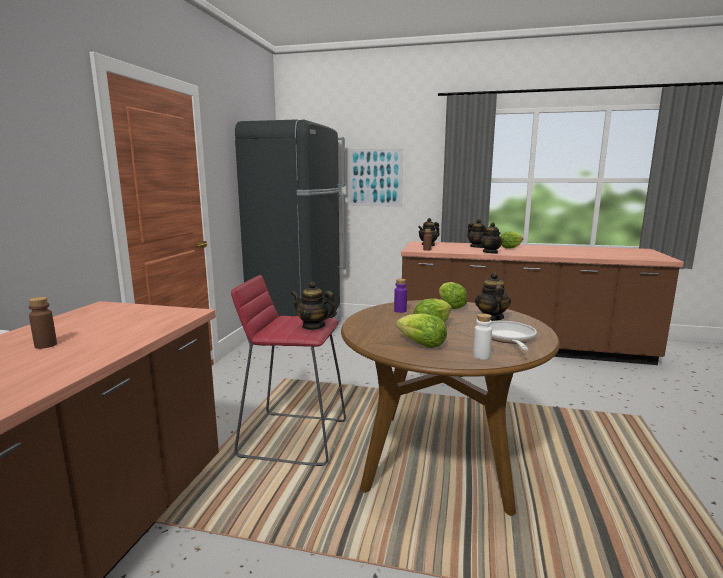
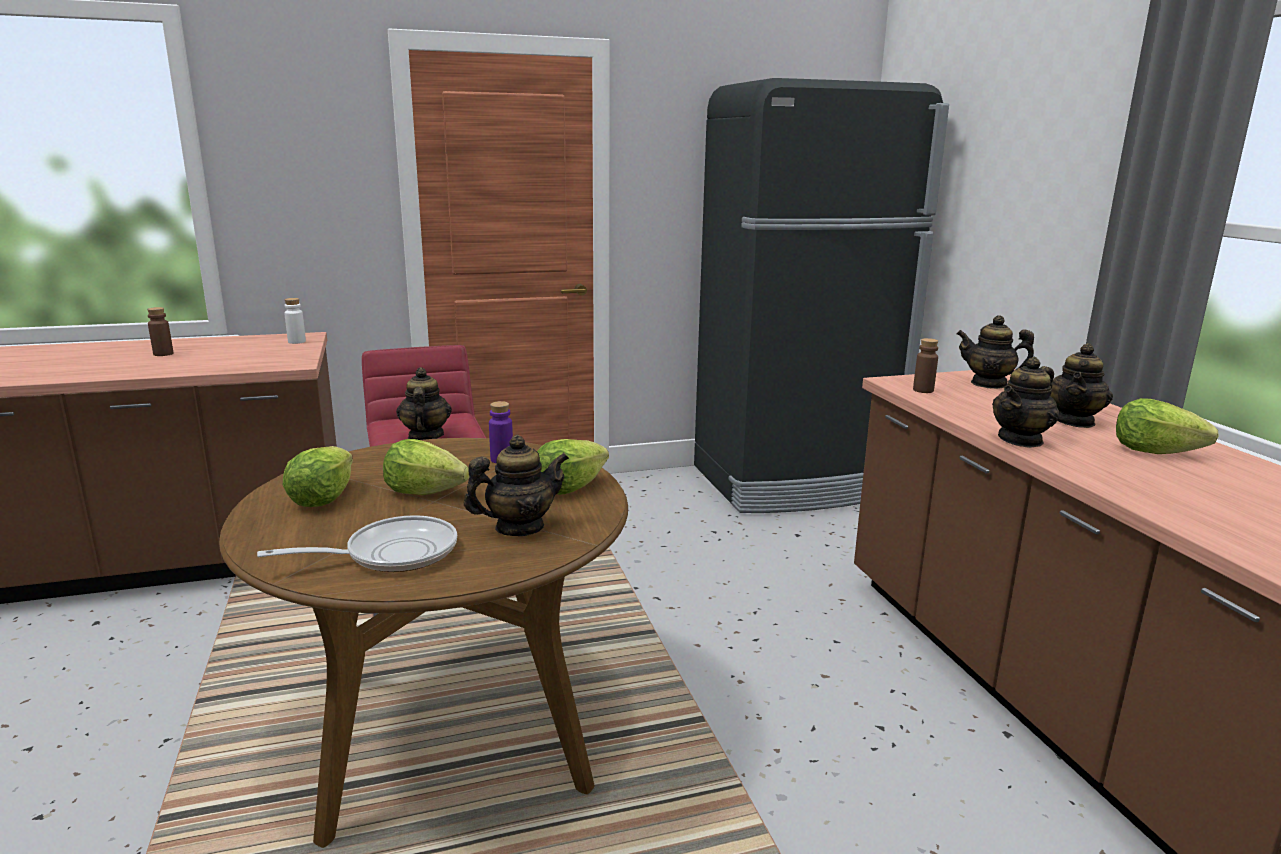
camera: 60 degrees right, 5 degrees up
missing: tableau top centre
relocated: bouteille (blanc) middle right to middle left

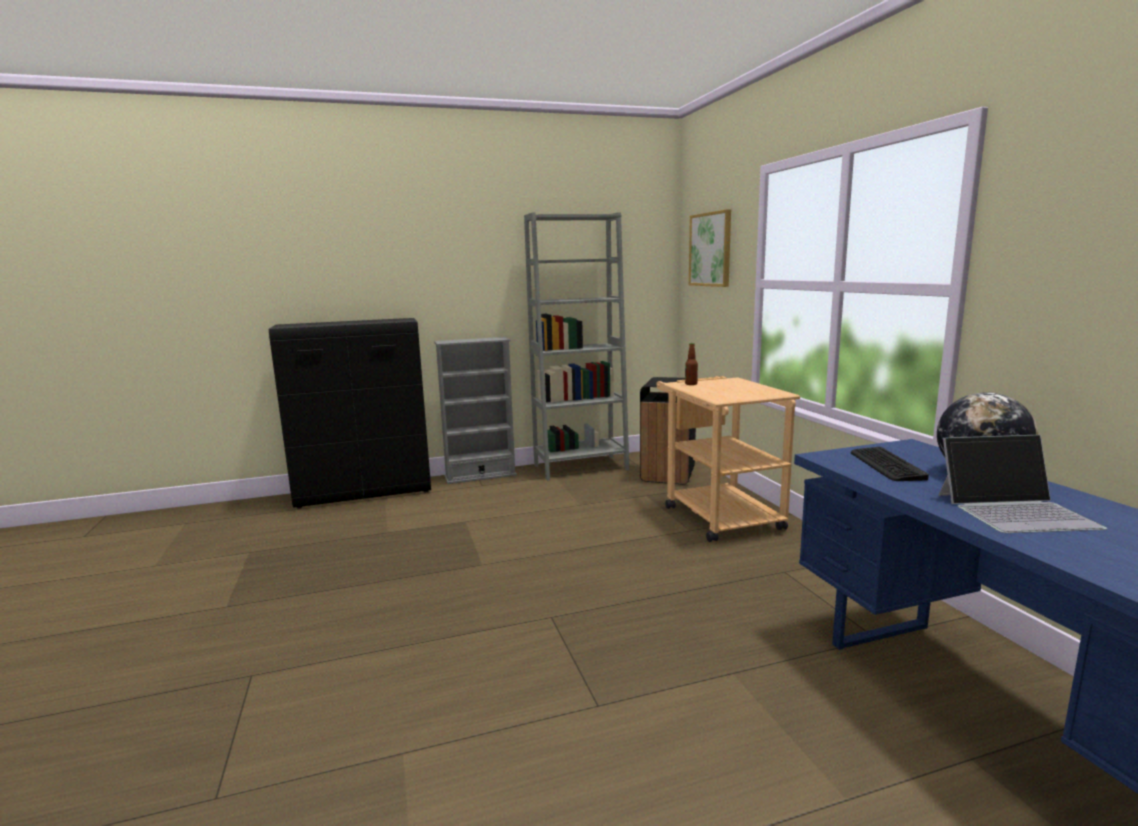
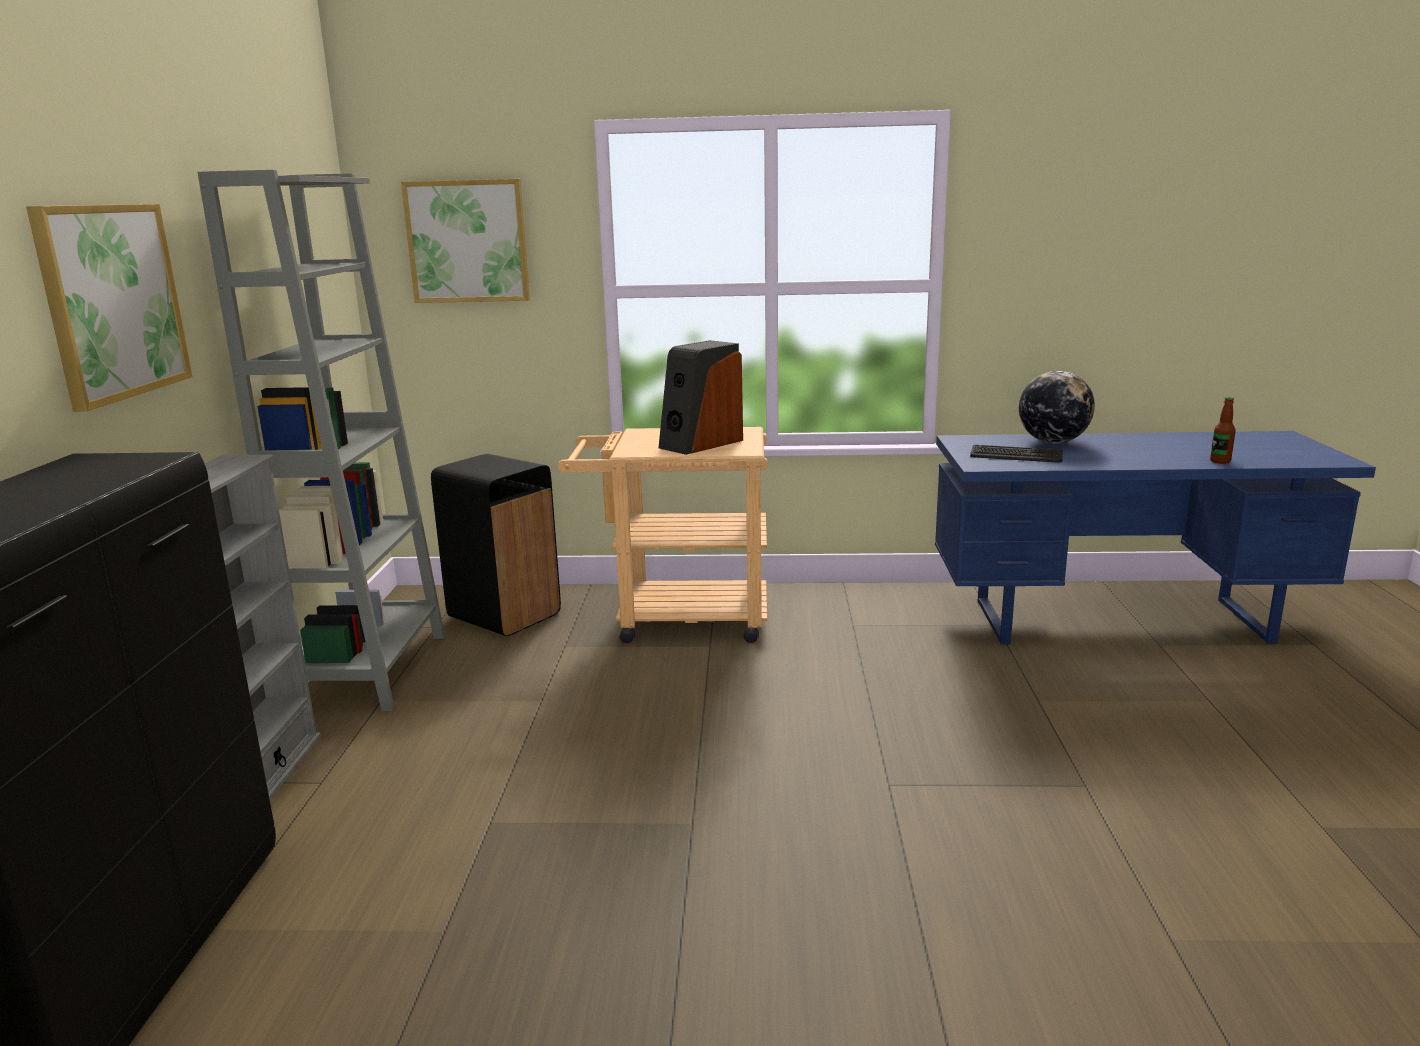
camera: 70 degrees left, 5 degrees up
missing: ordinateur portable middle right
appeared: tableau (no. 1 from left) top left; enceinte centre
relocated: bouteille centre to middle right

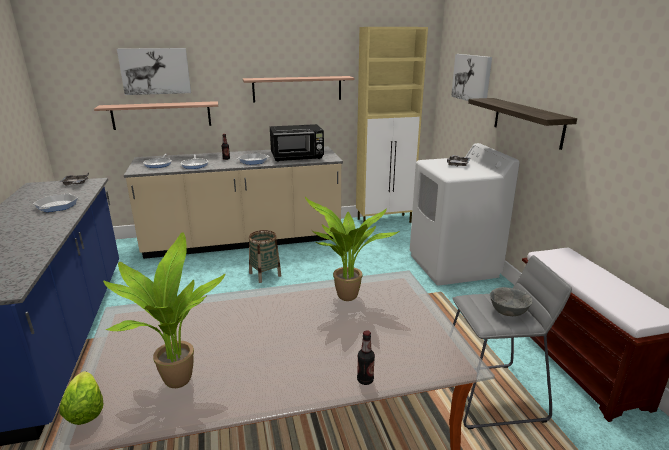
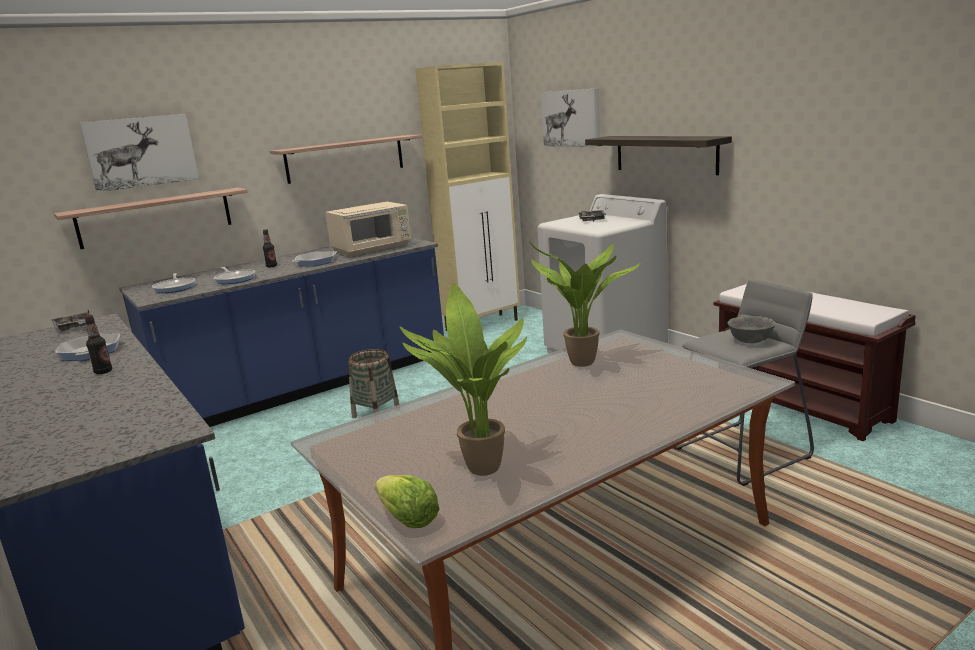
camera: 20 degrees left, 5 degrees down
relocated: bouteille (no. 2 from left in the first image) bottom centre to bouteille (no. 1 from left) middle left
colour: comptoir de cuisine (beige) centre to comptoir de cuisine (bleu) (no. 2 from left) middle left; micro-ondes (noir) top centre to micro-ondes (beige) centre

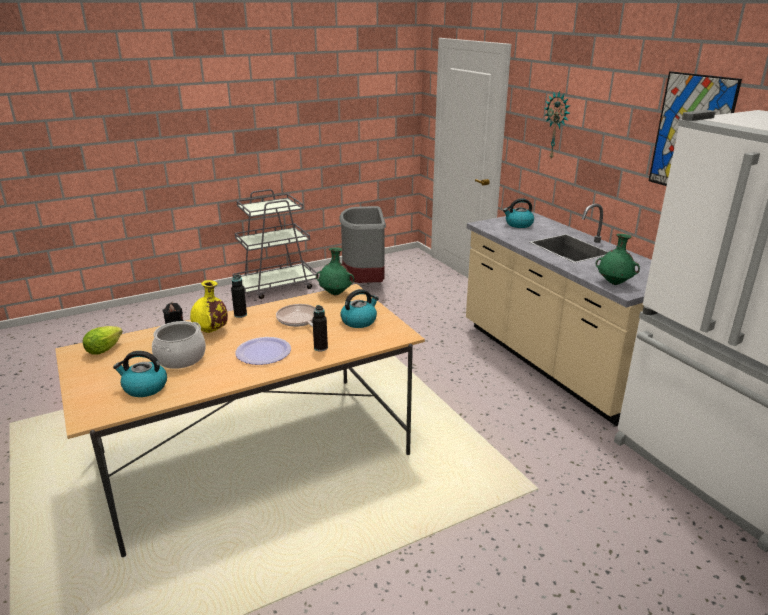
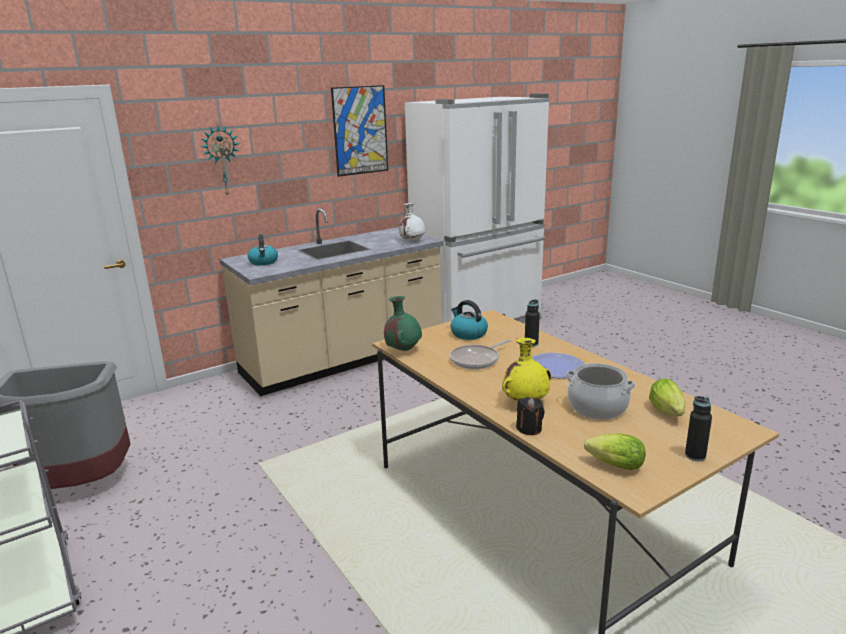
camera: 95 degrees left, 5 degrees down
relocated: bouteille (noir) (no. 1 from left in the first image) middle left to bouteille (noir) (no. 2 from left) bottom right
exchanged: bouilloire (no. 1 from left) middle left to laitue (no. 2 from left) middle right
colour: vase (vert) (no. 2 from left) middle right to vase (blanc) centre

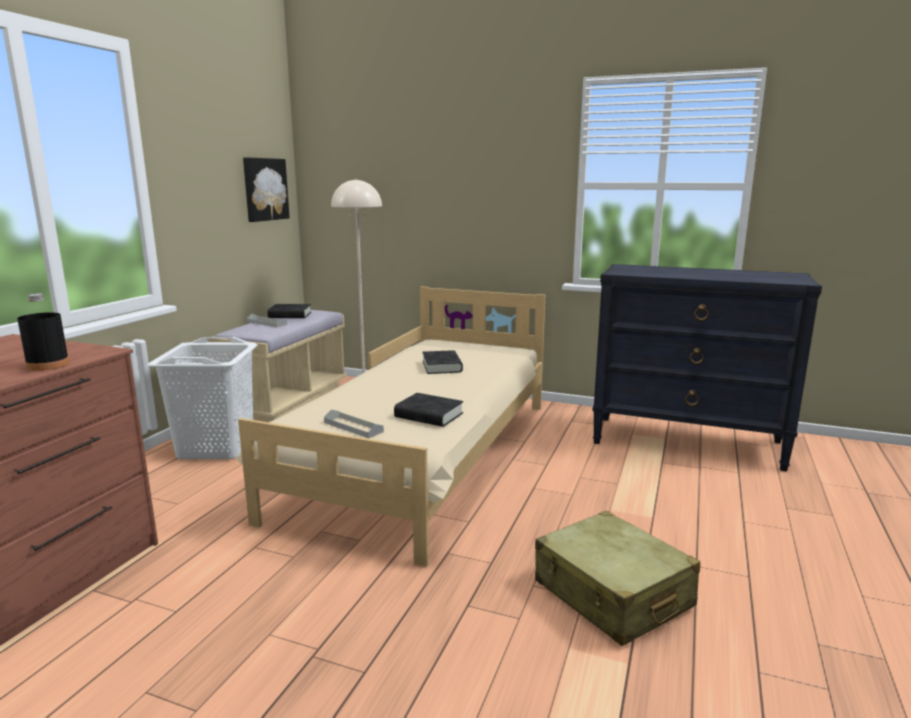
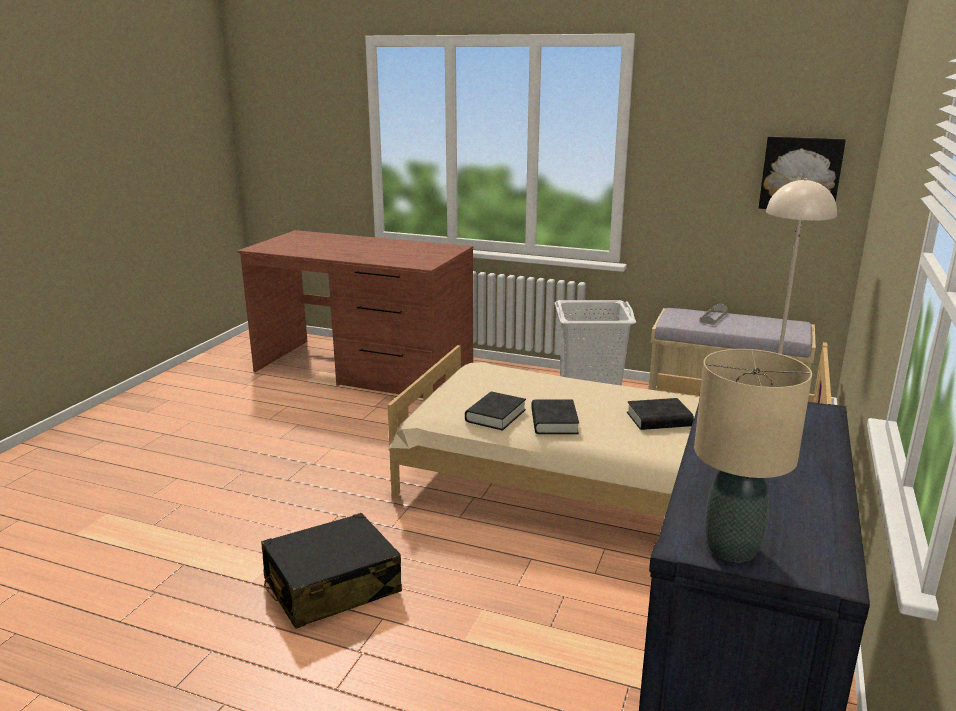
camera: 90 degrees right, 5 degrees up
missing: bouteille (noir) middle left; plateau (gris) (no. 2 from left) centre
appeared: lampe de table (beige) middle right
relocated: livre (noir) (no. 1 from left in the first image) middle left to livre (noir) (no. 2 from left) centre
colour: valise (beige) bottom right to valise (noir) bottom centre

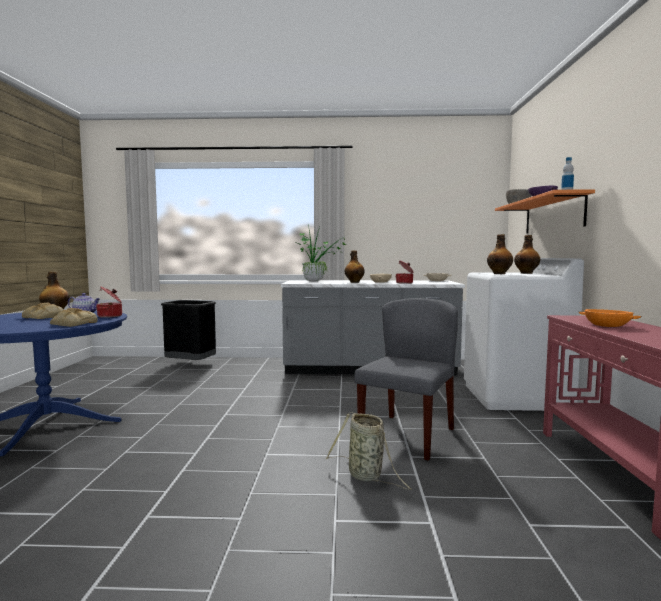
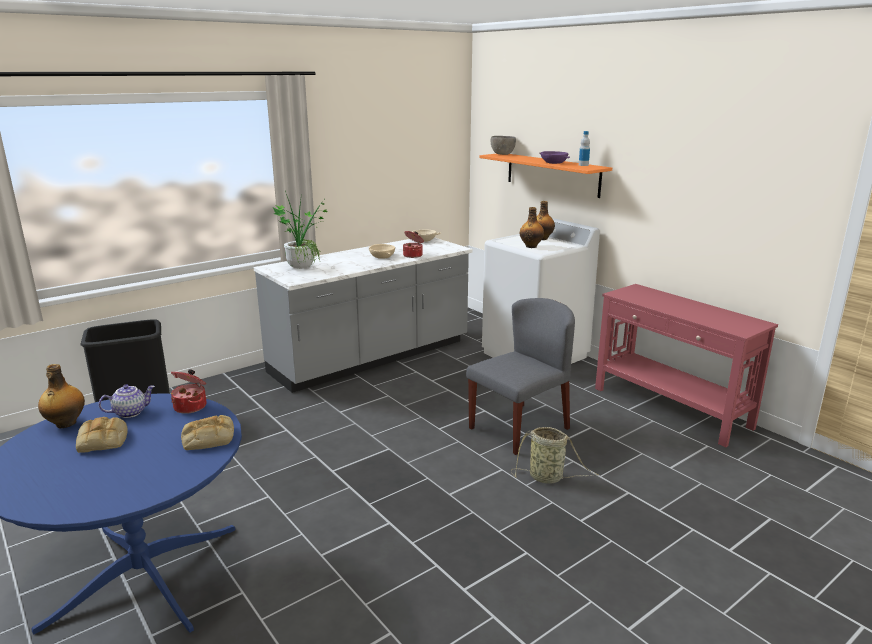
camera: 40 degrees left, 15 degrees up
missing: bouteille (no. 2 from left) centre; bol (orange) middle right
spun: chaise (gris) centre = centre 60 degrees clockwise

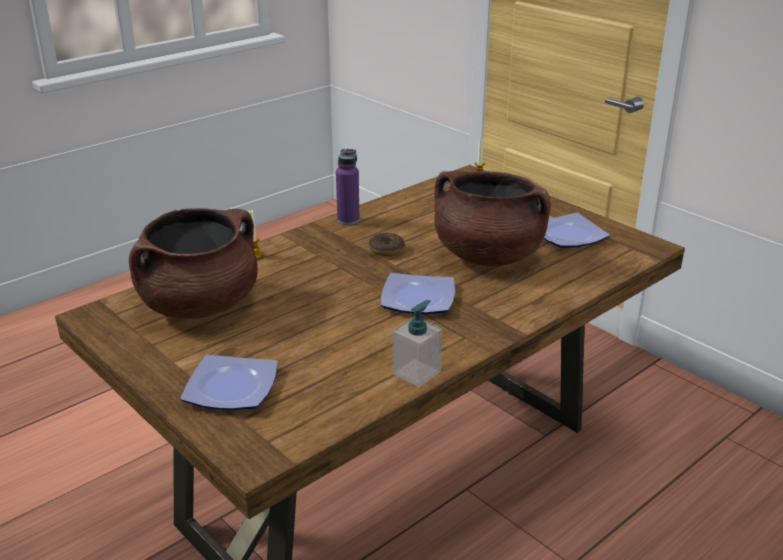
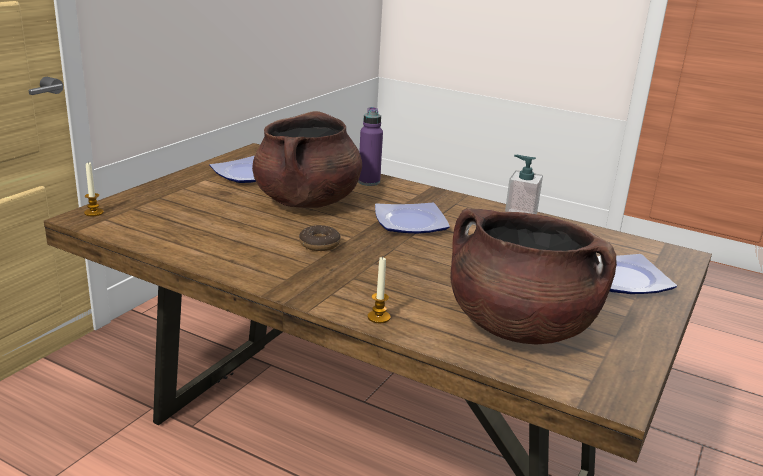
camera: 110 degrees left, 5 degrees down
relocated: bouteille (violet) centre to top centre

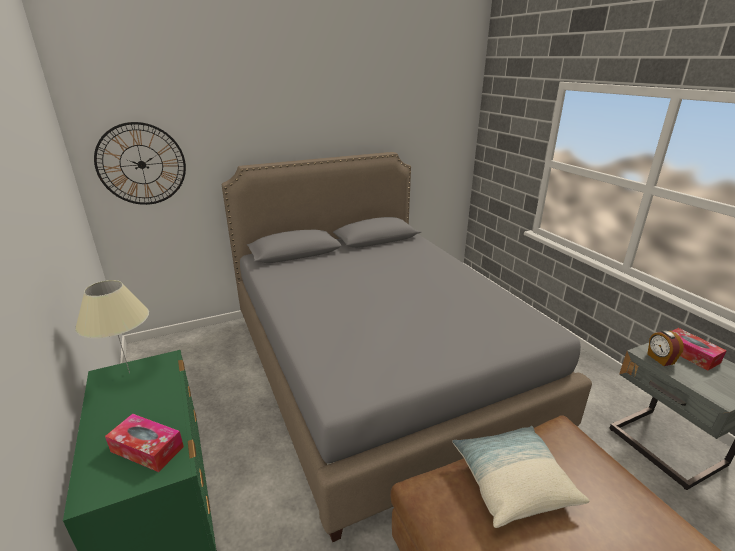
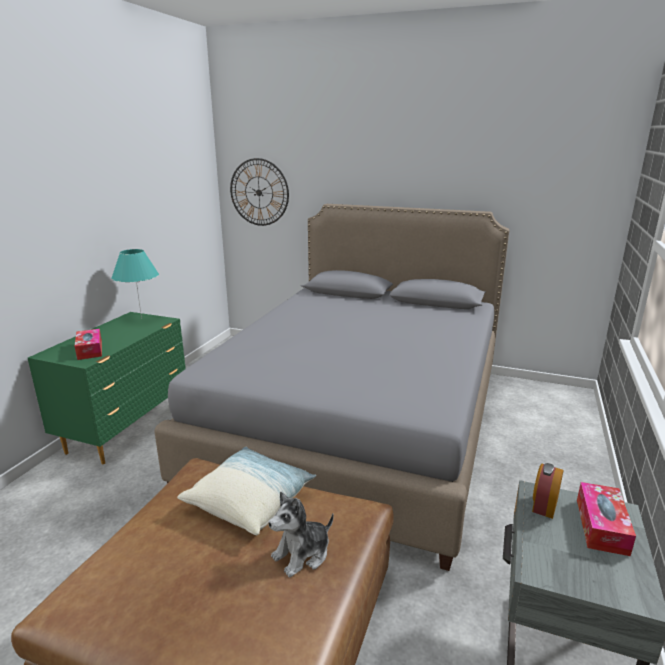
camera: 45 degrees right, 5 degrees down
appeared: peluche bottom centre
colour: lampe de table (beige) middle left to lampe de table (turquoise) middle left

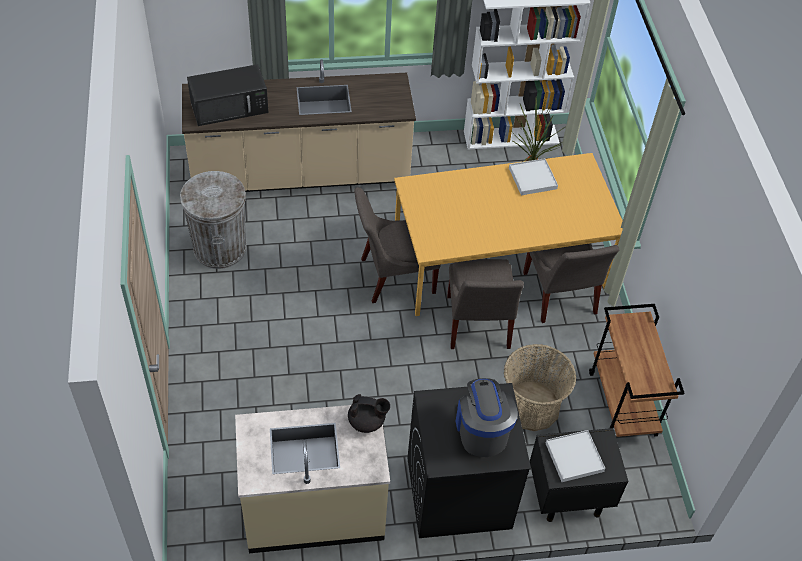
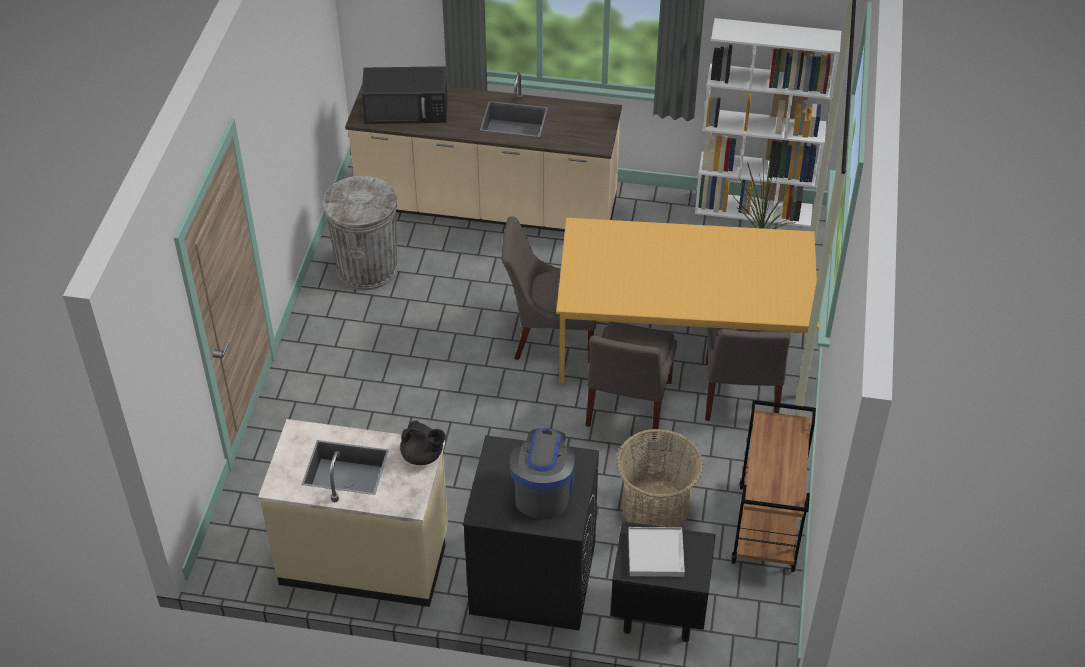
camera: 20 degrees right, 5 degrees down
missing: plateau (blanc) (no. 1 from left) top centre

